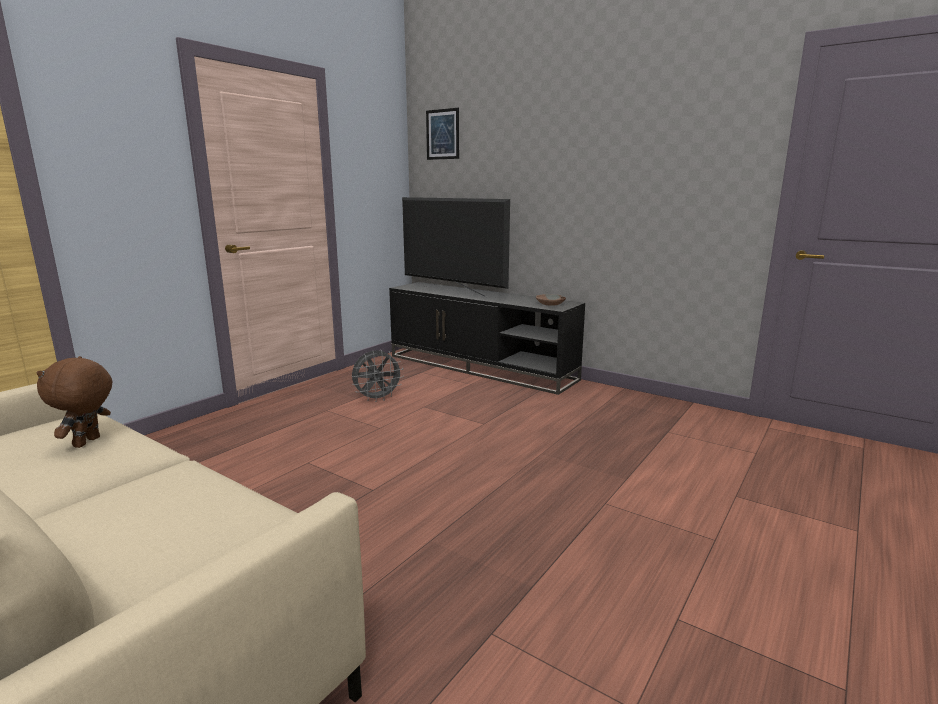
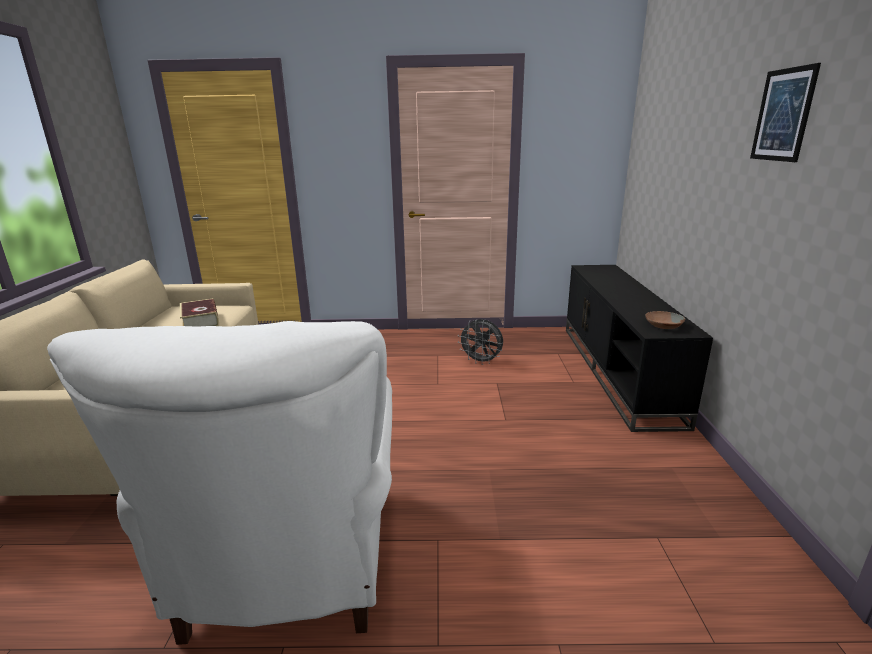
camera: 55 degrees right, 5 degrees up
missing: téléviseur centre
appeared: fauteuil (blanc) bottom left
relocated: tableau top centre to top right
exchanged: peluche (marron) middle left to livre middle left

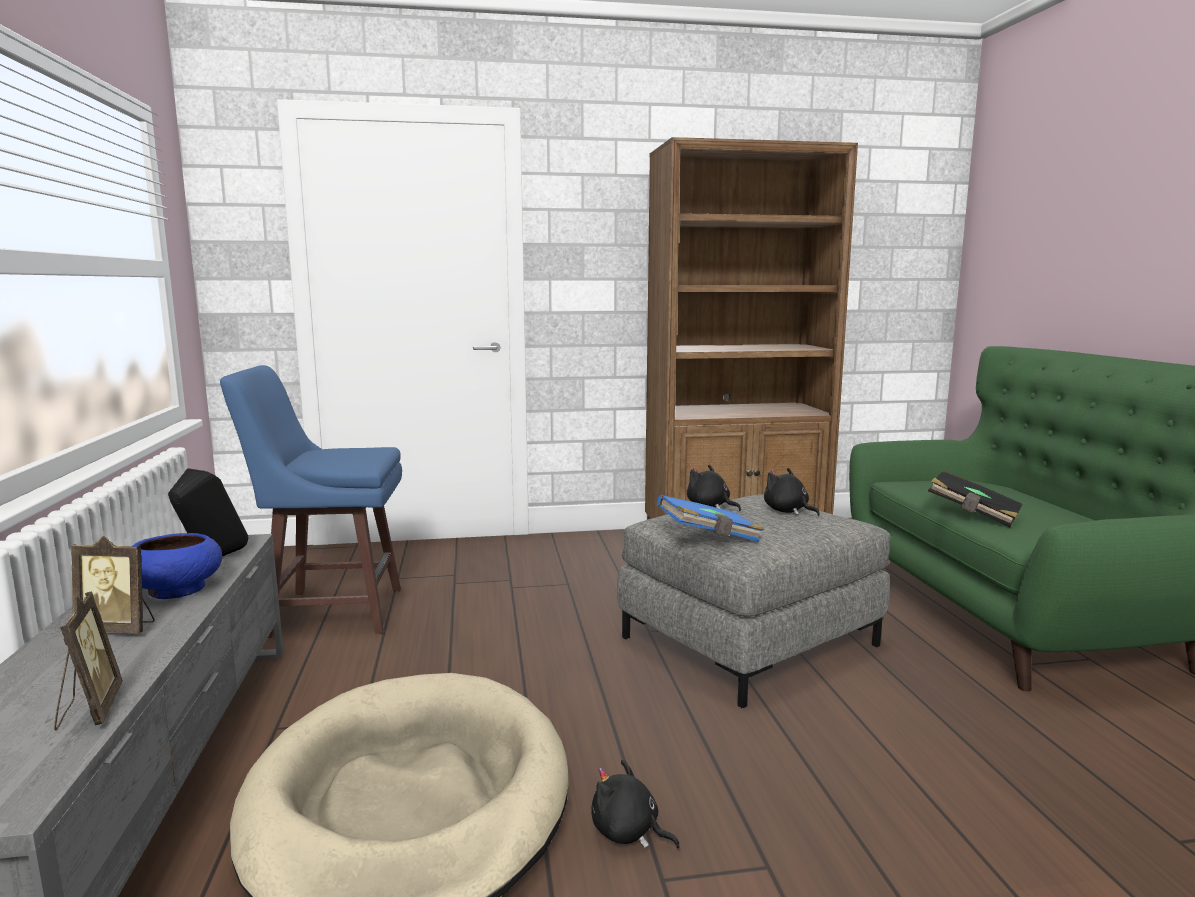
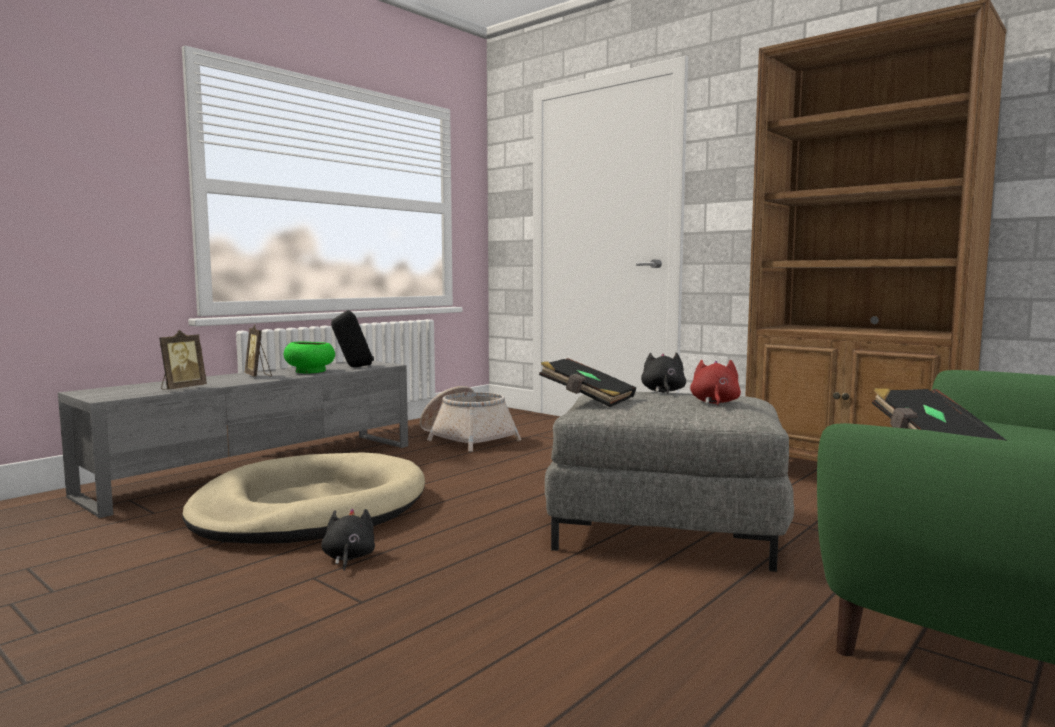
camera: 50 degrees right, 5 degrees down
exchanged: tabouret (bleu) middle left to panier centre
colour: bol (bleu) middle left to bol (vert) middle left; livre (bleu) centre to livre (noir) (no. 1 from left) centre; peluche (noir) (no. 3 from left) centre to peluche (rouge) middle right

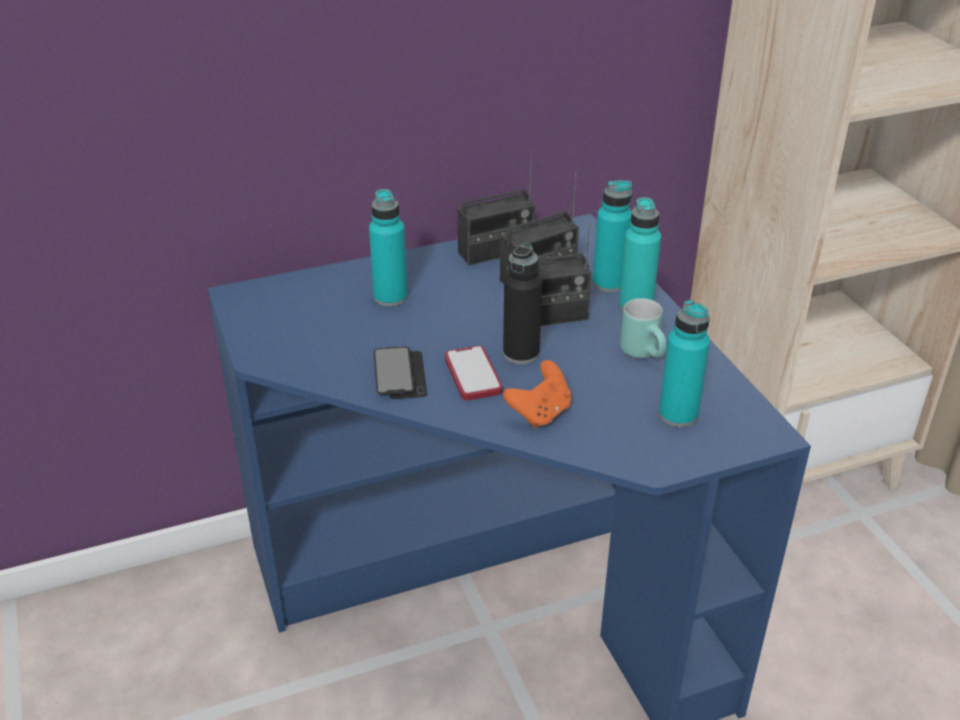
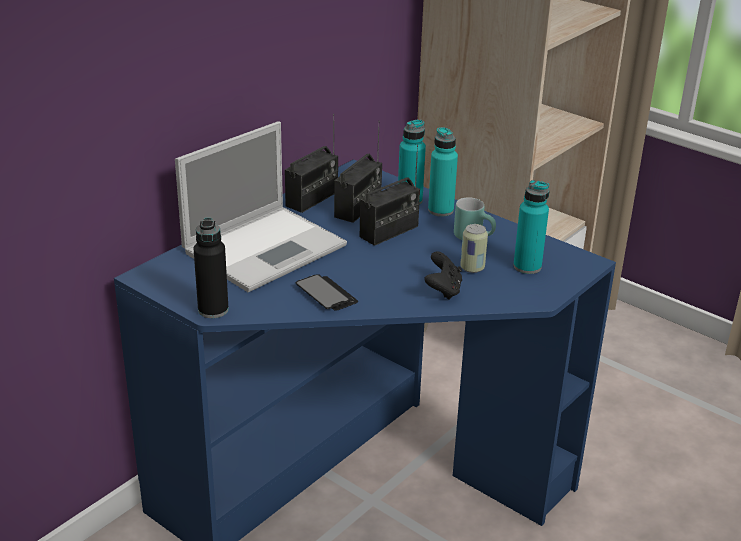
camera: 30 degrees left, 5 degrees down
missing: téléphone (no. 2 from left) centre
appeared: boîte métallique centre
relocated: bouteille (noir) centre to middle left
exchanged: bouteille (turquoise) (no. 1 from left) centre to ordinateur portable centre
colour: manette (orange) centre to manette (noir) centre

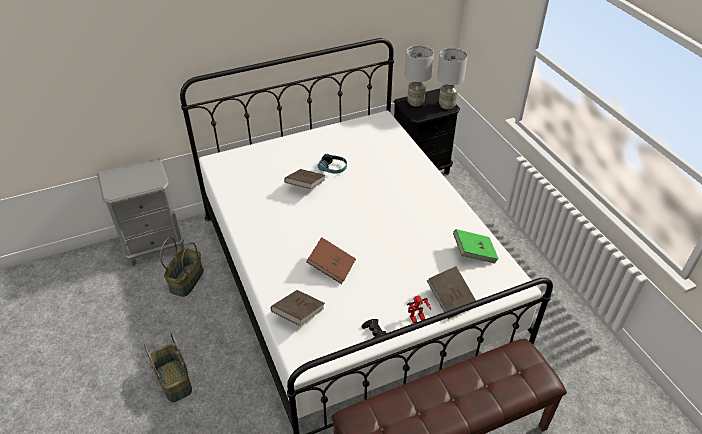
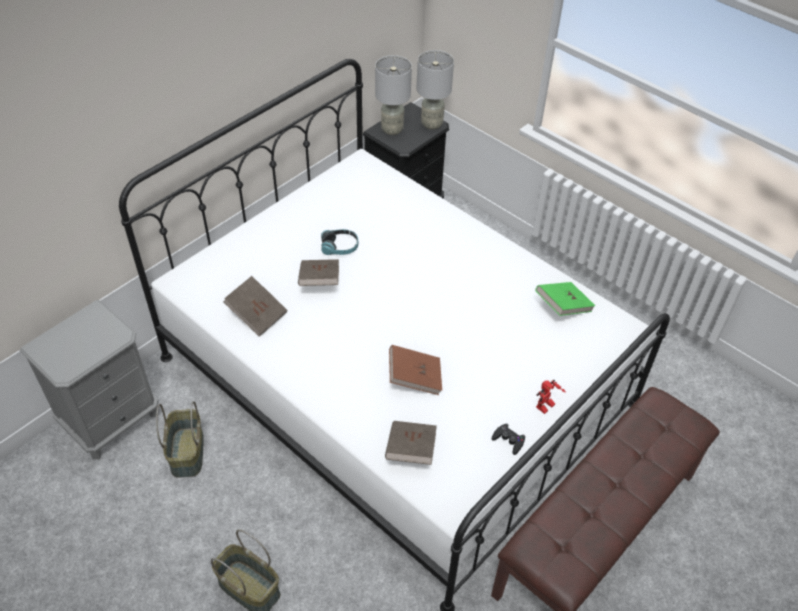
camera: 25 degrees left, 5 degrees up
relocated: livre (marron) (no. 4 from left in the first image) bottom centre to livre (marron) (no. 1 from left) middle left

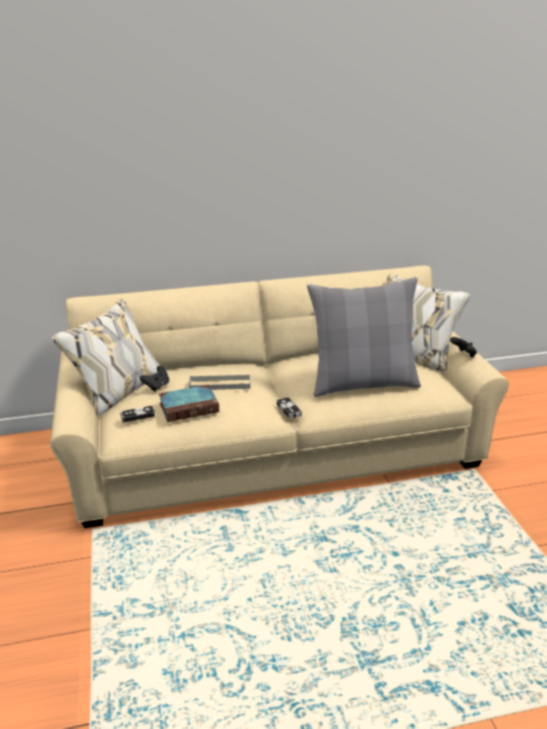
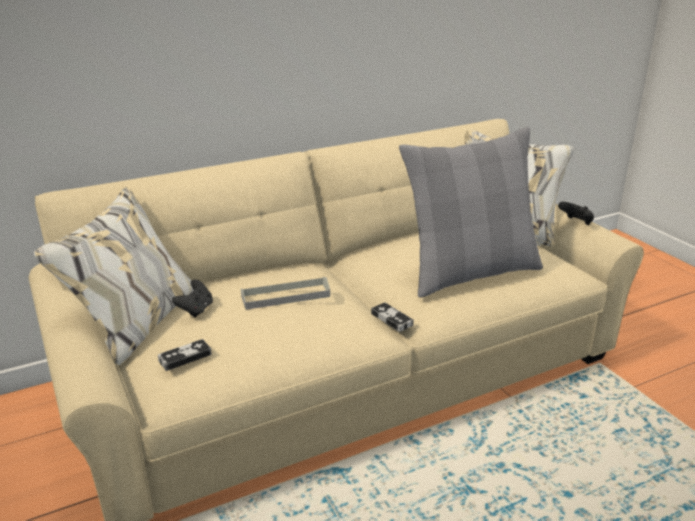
camera: 15 degrees left, 0 degrees up
missing: livre centre

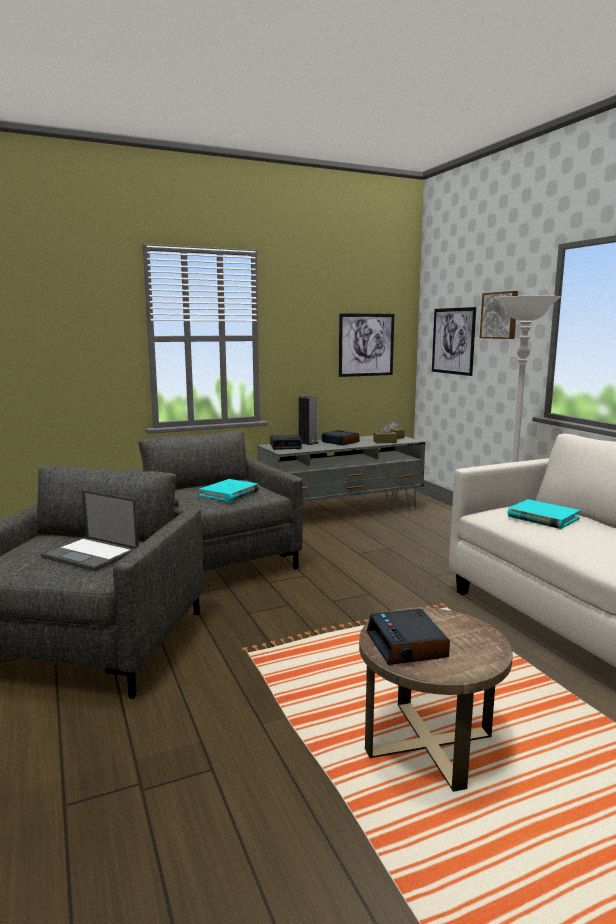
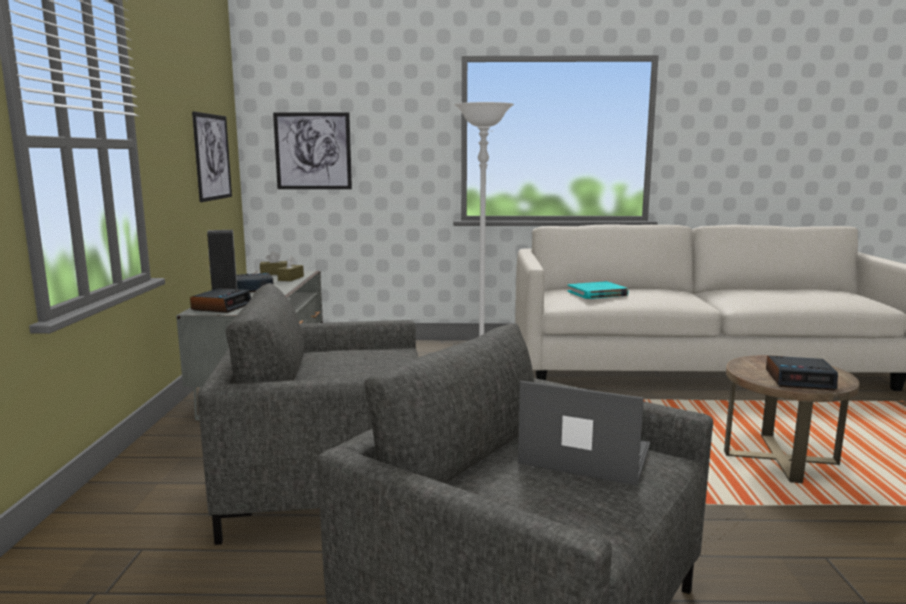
camera: 65 degrees left, 0 degrees up
missing: livre (turquoise) (no. 1 from left) centre; tableau (no. 3 from left) middle right
spun: ordinateur portable middle left = bottom centre 120 degrees counterclockwise

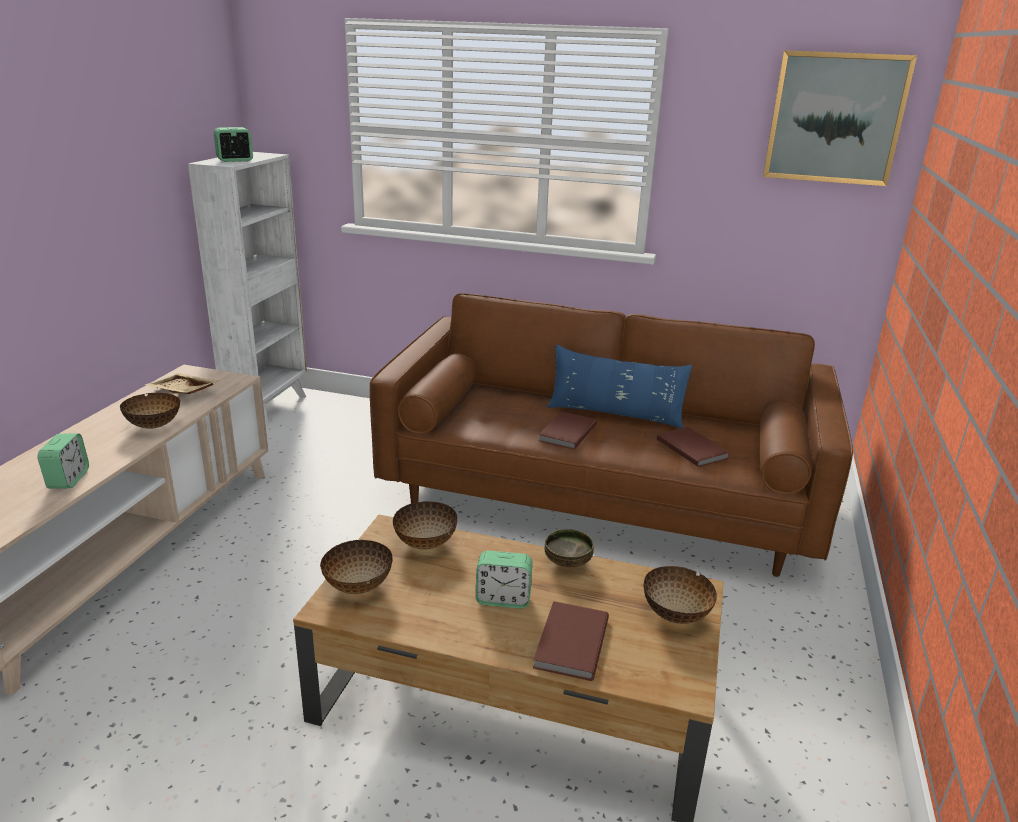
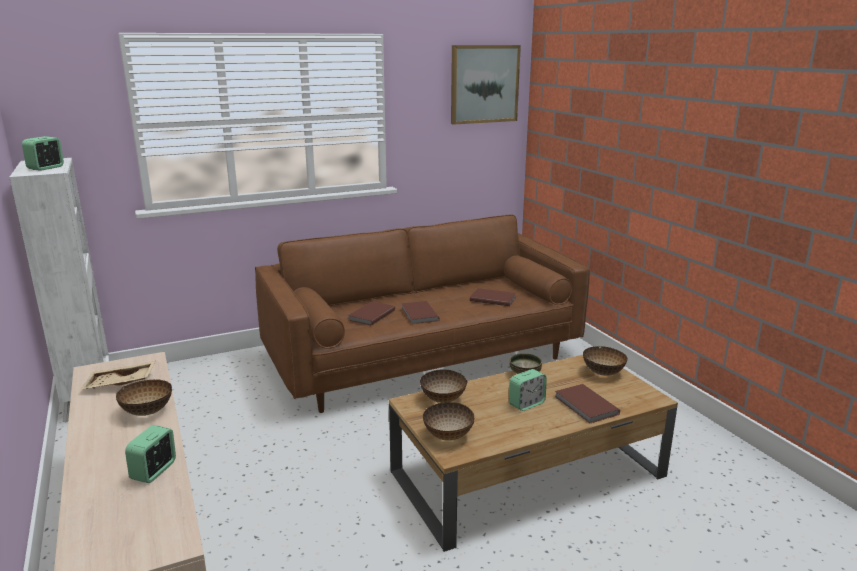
camera: 40 degrees left, 5 degrees down
missing: coussin (bleu) centre
appeared: livre (marron) (no. 1 from left) centre
spun: réveil (no. 1 from left in the first image) middle left = bottom left 120 degrees counterclockwise

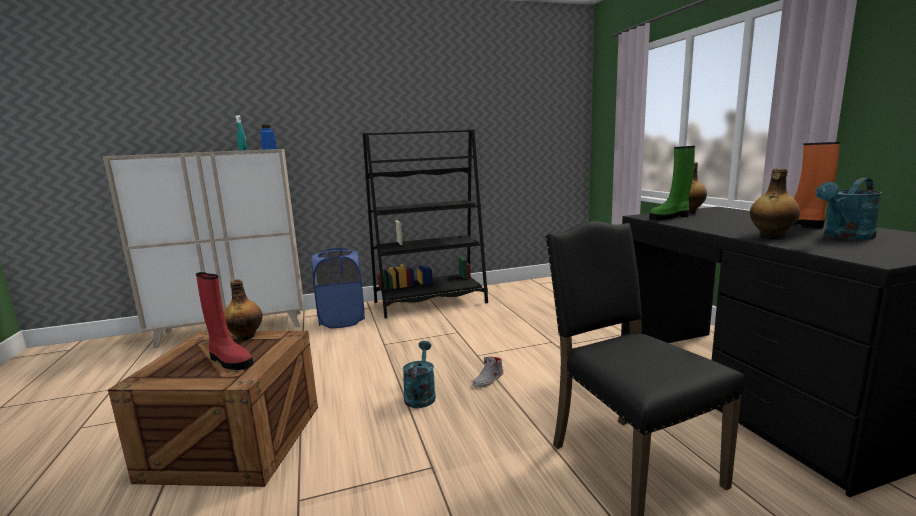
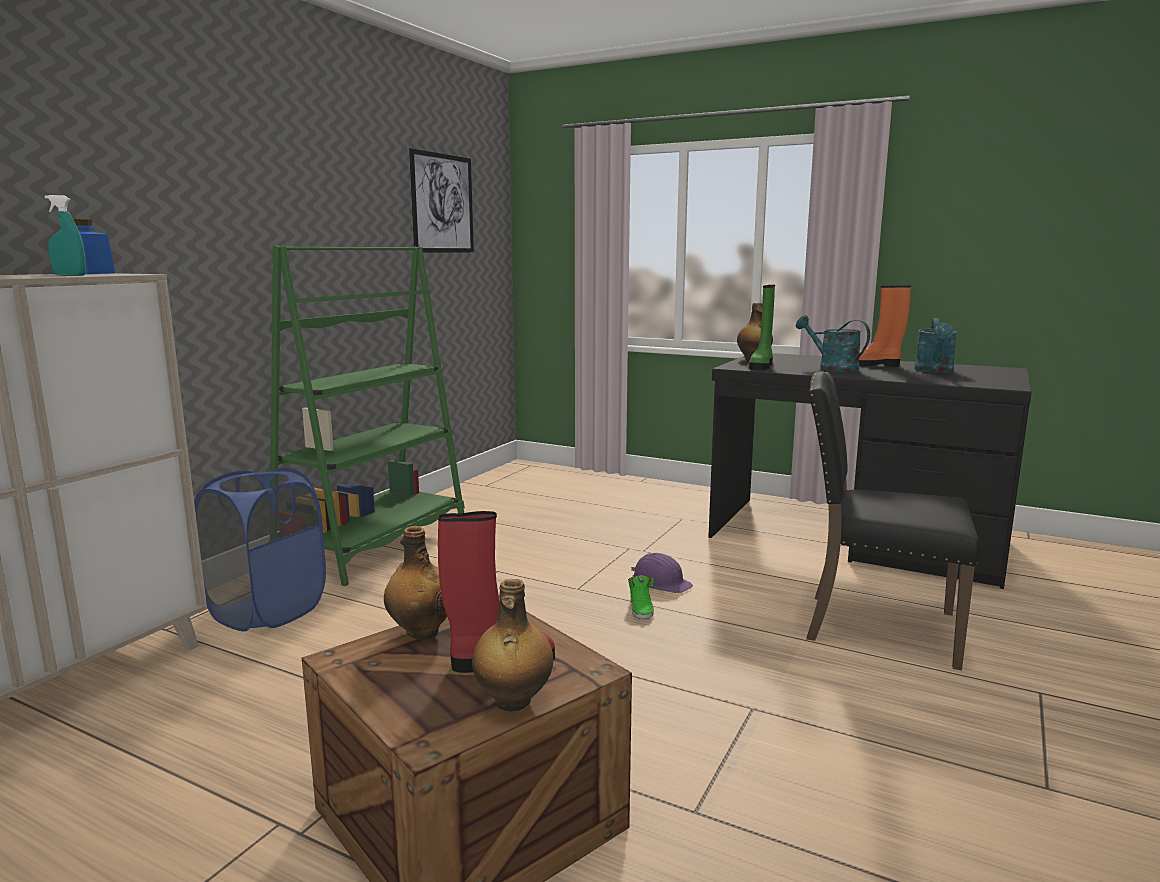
camera: 45 degrees left, 0 degrees up
appeared: tableau top centre; casque de chantier (violet) centre
relocated: arrosoir (turquoise) (no. 1 from left) bottom centre to middle right; bouteille (no. 3 from left in the first image) middle right to bouteille (no. 2 from left) bottom centre
colour: bibliothèque (noir) centre to bibliothèque (vert) middle left; chaussure (gris) bottom centre to chaussure (vert) bottom centre

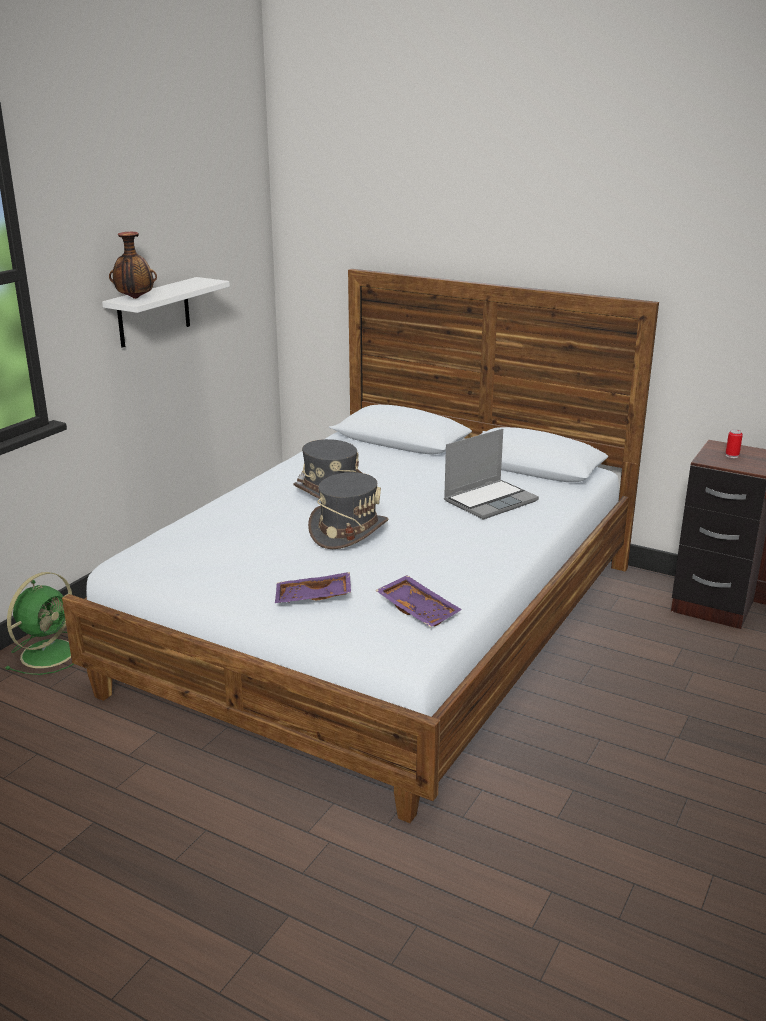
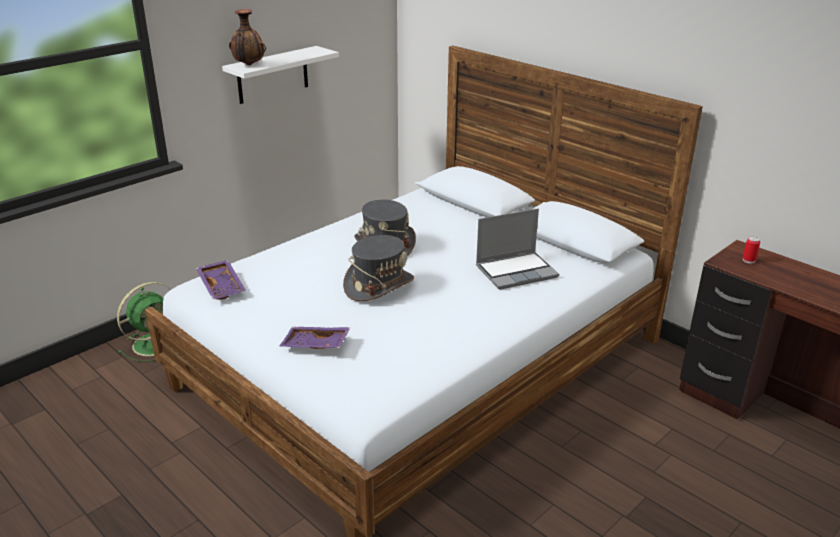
camera: 15 degrees right, 5 degrees up
relocated: plateau (violet) (no. 2 from left in the first image) centre to plateau (violet) (no. 1 from left) middle left

